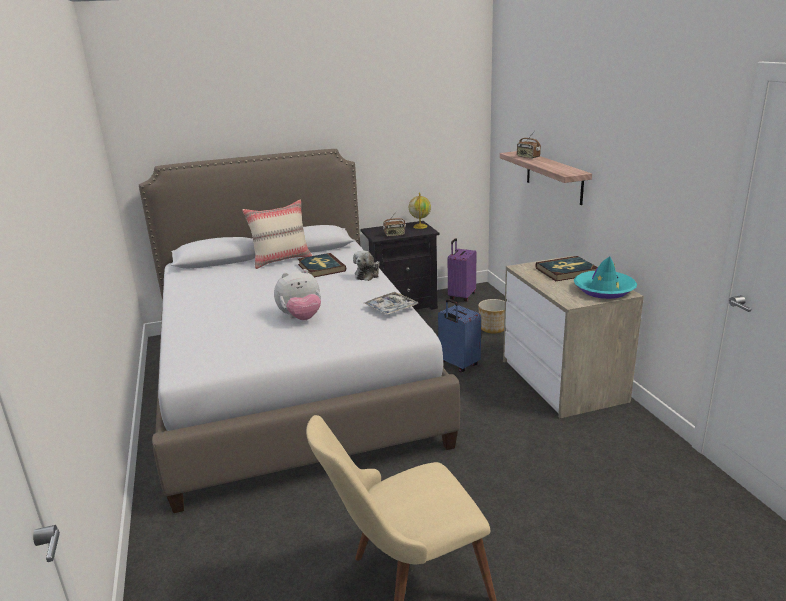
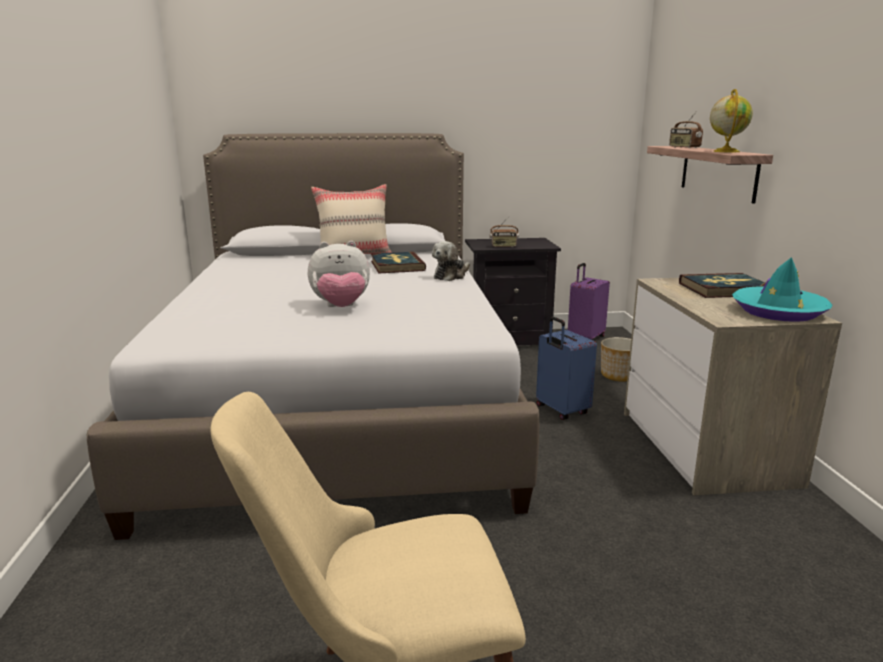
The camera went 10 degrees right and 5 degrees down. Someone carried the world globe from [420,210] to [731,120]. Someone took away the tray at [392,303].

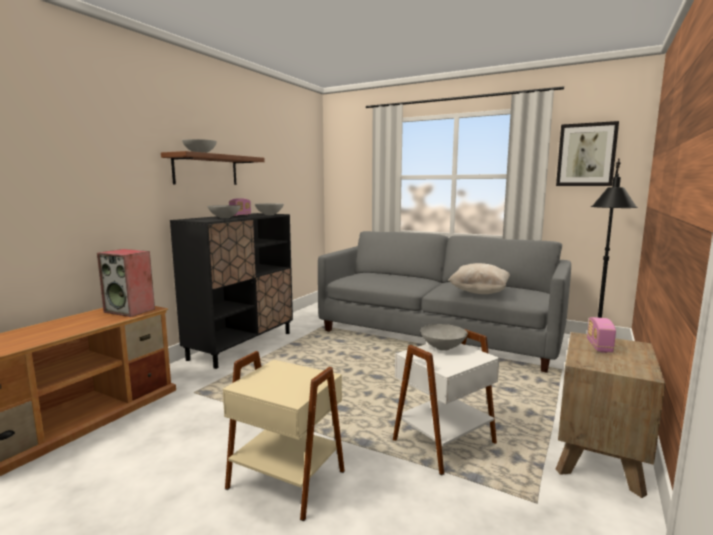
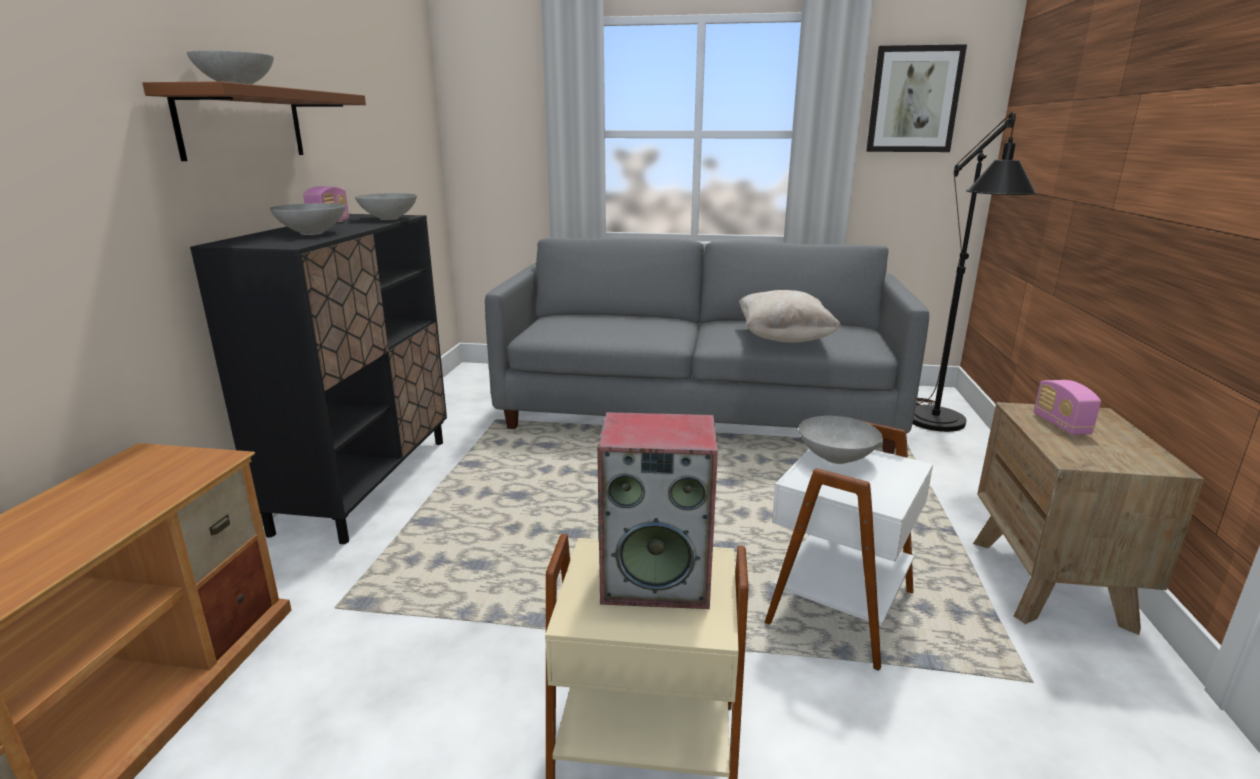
The camera went 20 degrees left and 10 degrees up. Someone carried the speaker from [126,283] to [657,510].

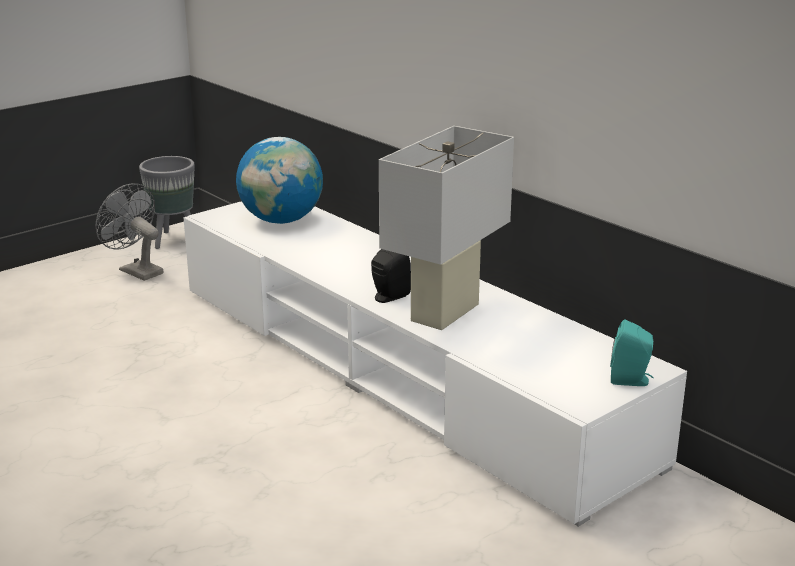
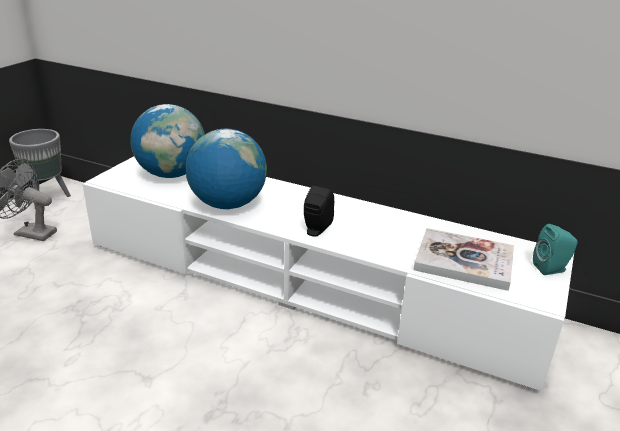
The camera went 25 degrees left and 5 degrees up. Someone put down the world globe at [226,169]. Someone put down the volume at [464,259]. Someone took away the lamp for a table/white-coloured at [446,228].

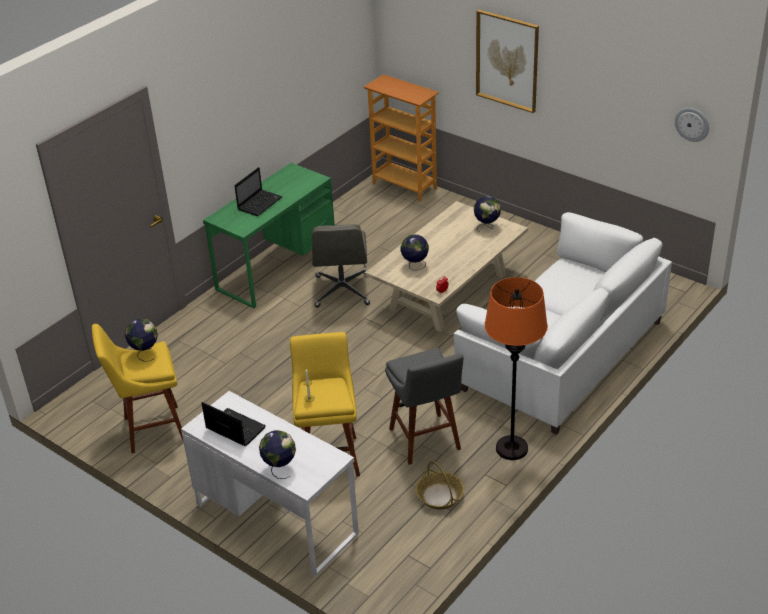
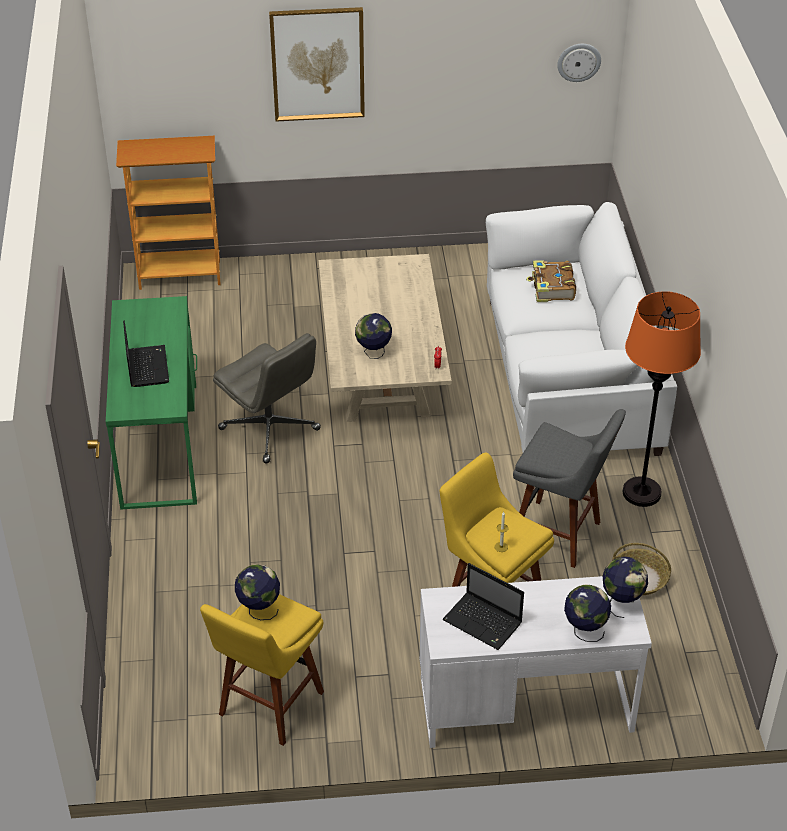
The camera went 45 degrees left and 5 degrees up. Someone rotated the notebook computer at [233,424] by 135 degrees counterclockwise. Someone put down the volume at [551,281]. Someone carried the world globe from [487,214] to [625,587].

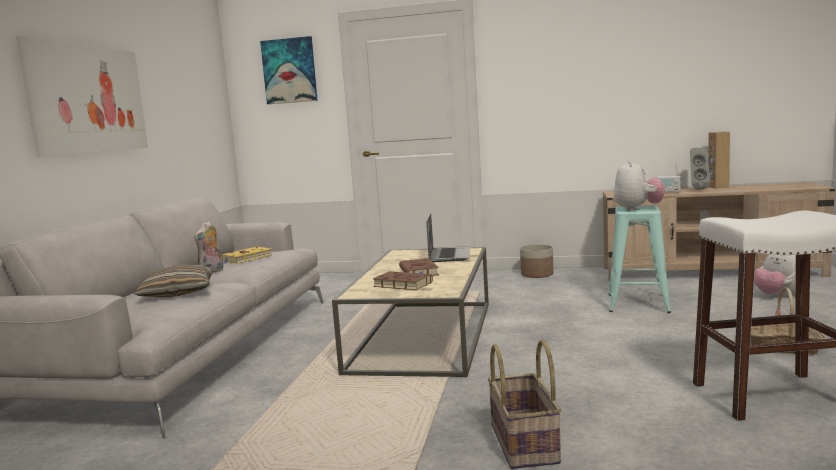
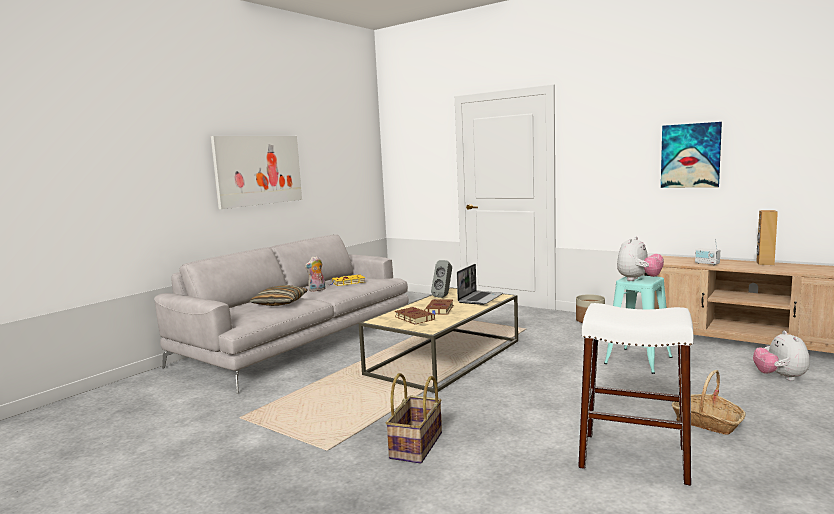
The camera went 25 degrees right and 0 degrees up. Someone carried the speaker/gray from [700,169] to [441,279]. Someone carried the wall art from [289,70] to [691,155].

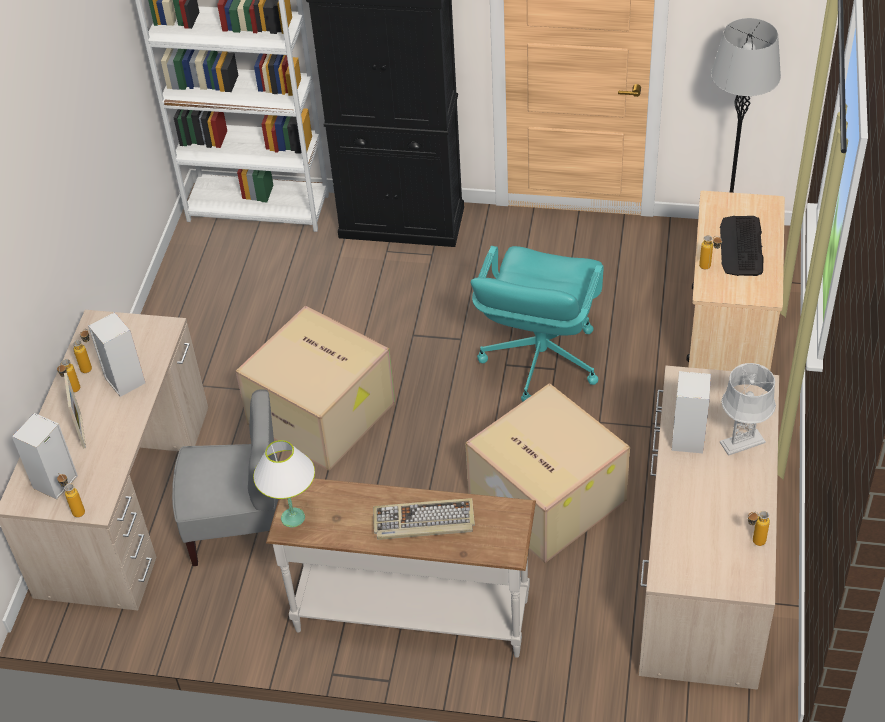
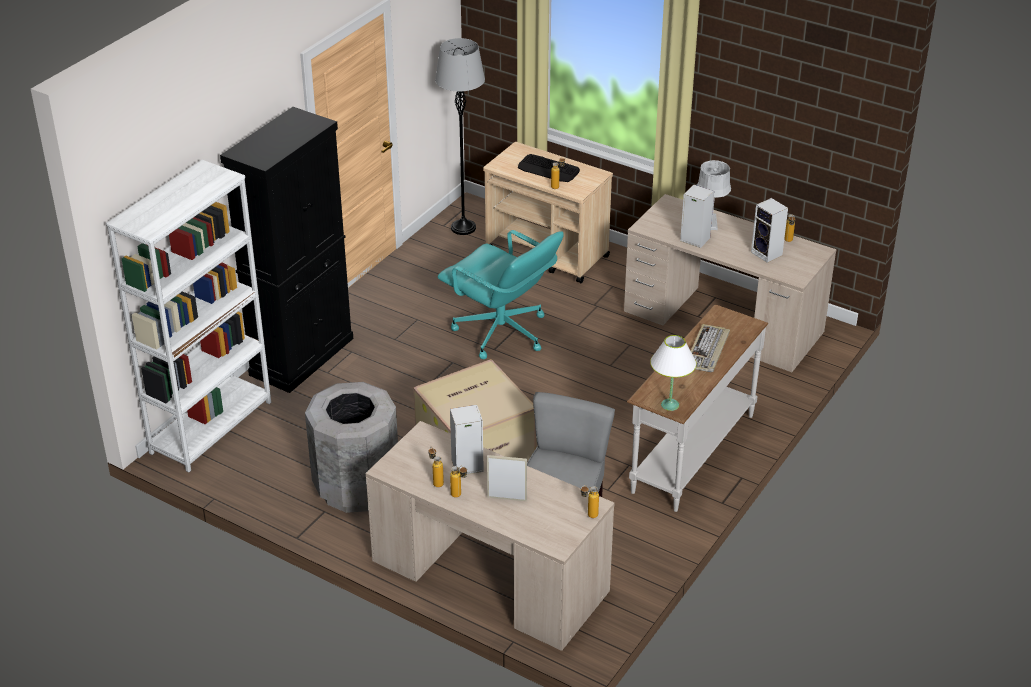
The camera went 70 degrees left and 10 degrees down. Someone put down the rubbish bin/gray at [351,447]. Someone carried the speaker from [45,456] to [769,230]. Someone took away the cardboard box at [547,473].

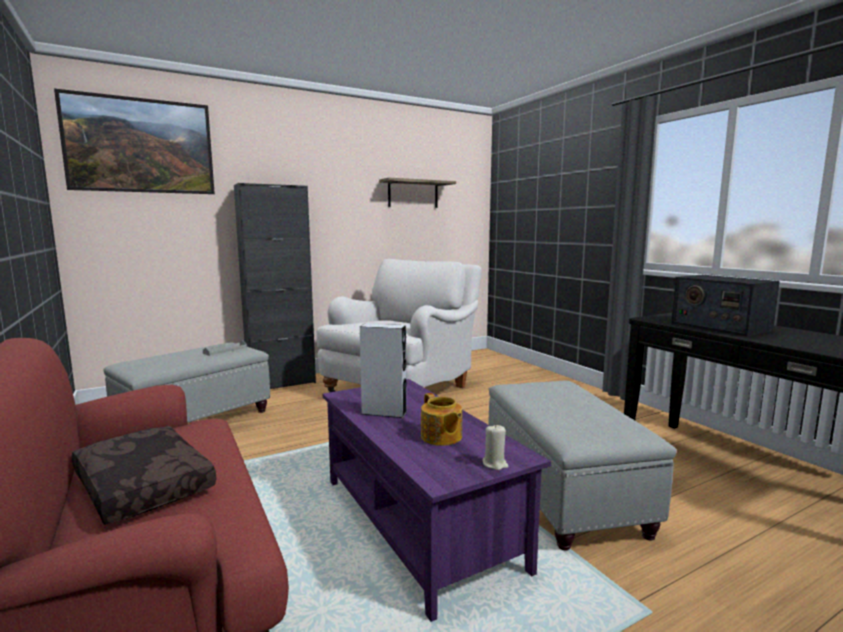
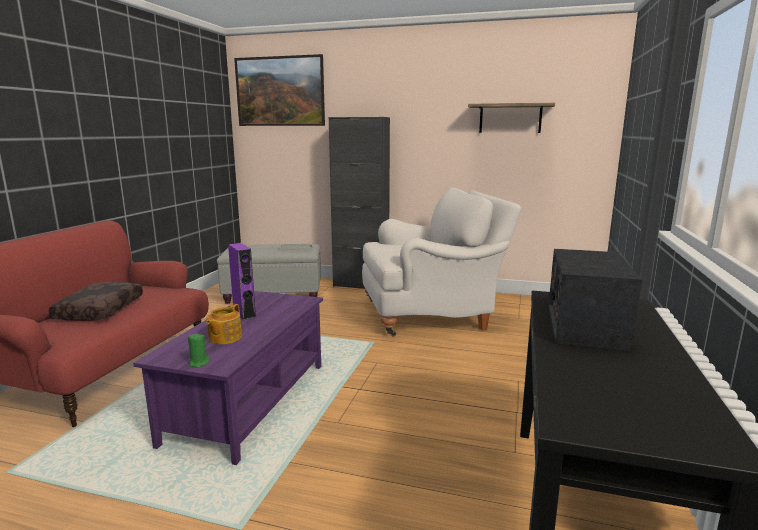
The camera went 45 degrees right and 5 degrees up. Someone repainted the wax light/beige at [496,447], which became the wax light/greenish at [199,351]. Someone repainted the speaker/gray at [383,370], which became the speaker/purple at [242,281]. Someone took away the footrest/gray at [582,466].

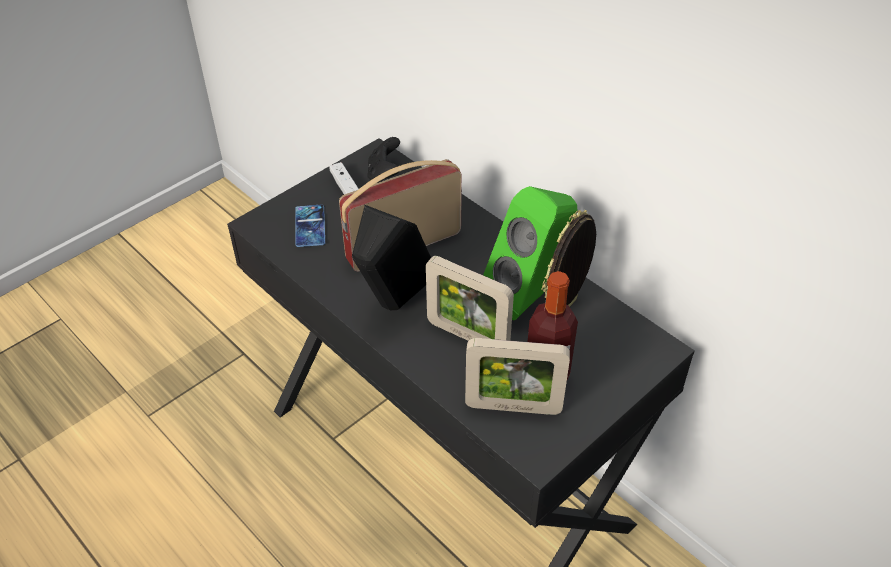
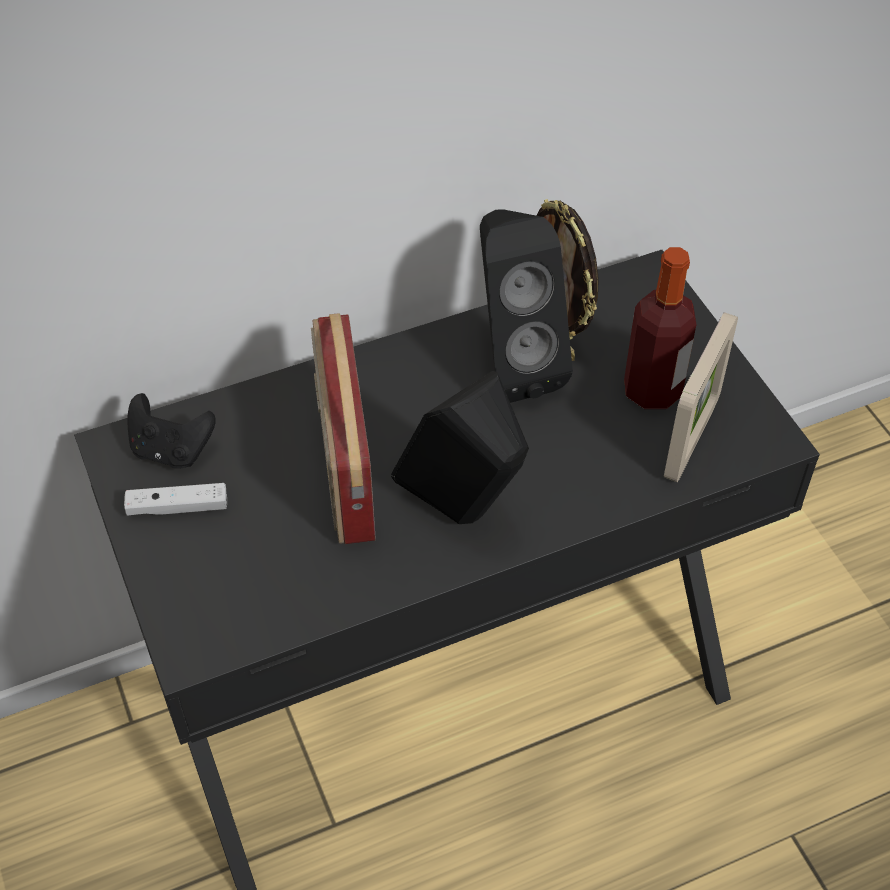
The camera went 70 degrees left and 5 degrees up. Someone repainted the speaker/greenish at [530,253], which became the speaker/black at [526,306]. Someone took away the phone at [310,225]. Someone took away the photo frame at [470,298].

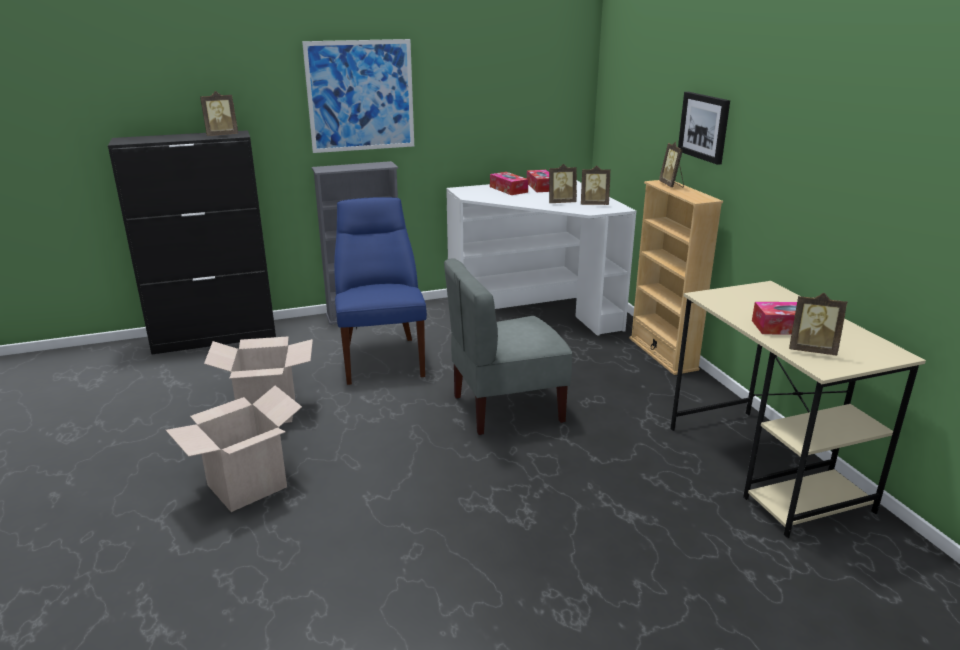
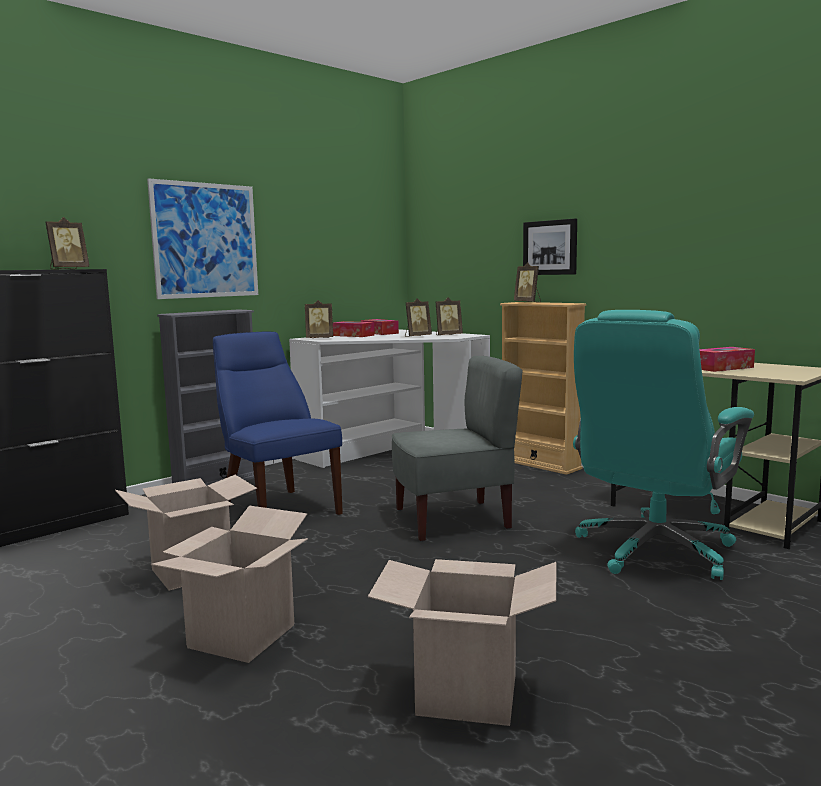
The camera went 25 degrees left and 15 degrees down. Someone carried the photo frame from [818,324] to [319,319]. Someone put down the cardboard box at [462,642]. Someone rotated the upright chair/gray at [508,346] by 150 degrees counterclockwise. Someone put down the desk chair/turquoise-coloured at [663,445].

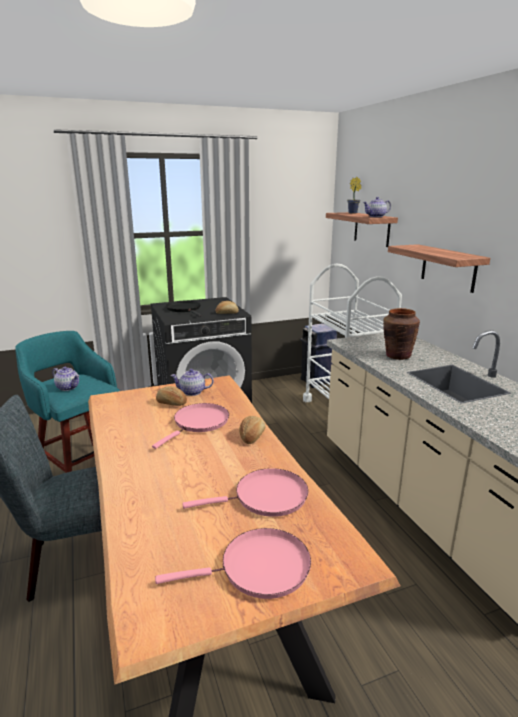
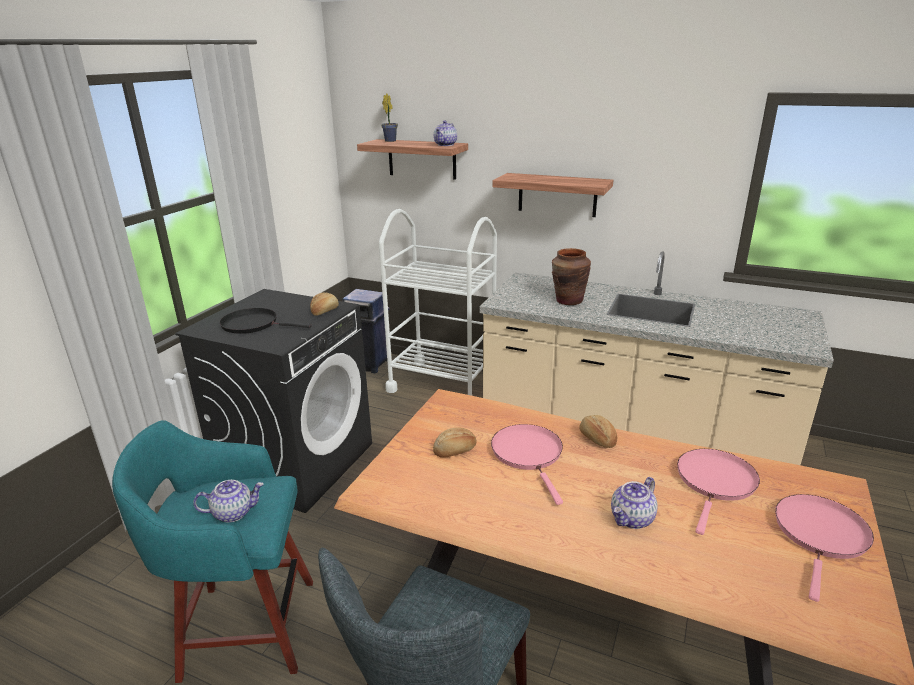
The camera went 45 degrees left and 5 degrees up. Someone carried the teapot from [191,382] to [634,503].

